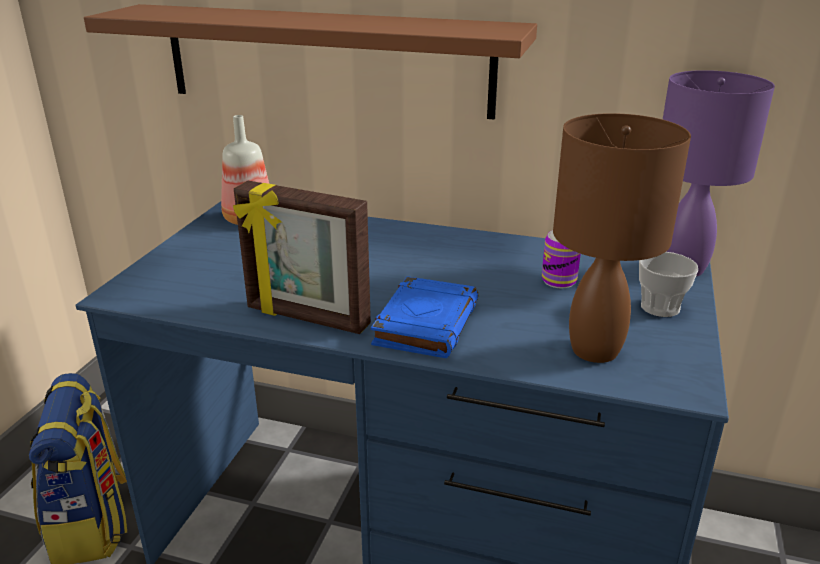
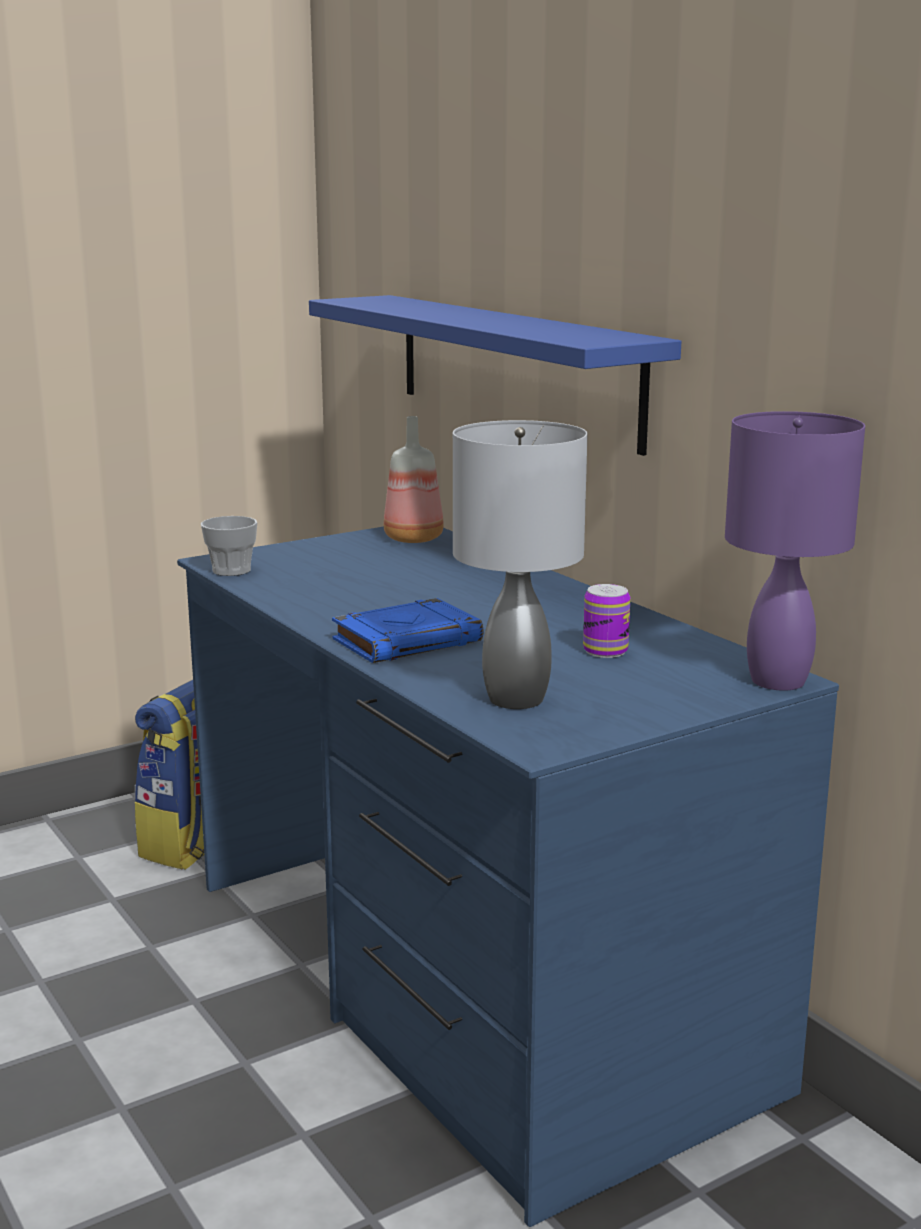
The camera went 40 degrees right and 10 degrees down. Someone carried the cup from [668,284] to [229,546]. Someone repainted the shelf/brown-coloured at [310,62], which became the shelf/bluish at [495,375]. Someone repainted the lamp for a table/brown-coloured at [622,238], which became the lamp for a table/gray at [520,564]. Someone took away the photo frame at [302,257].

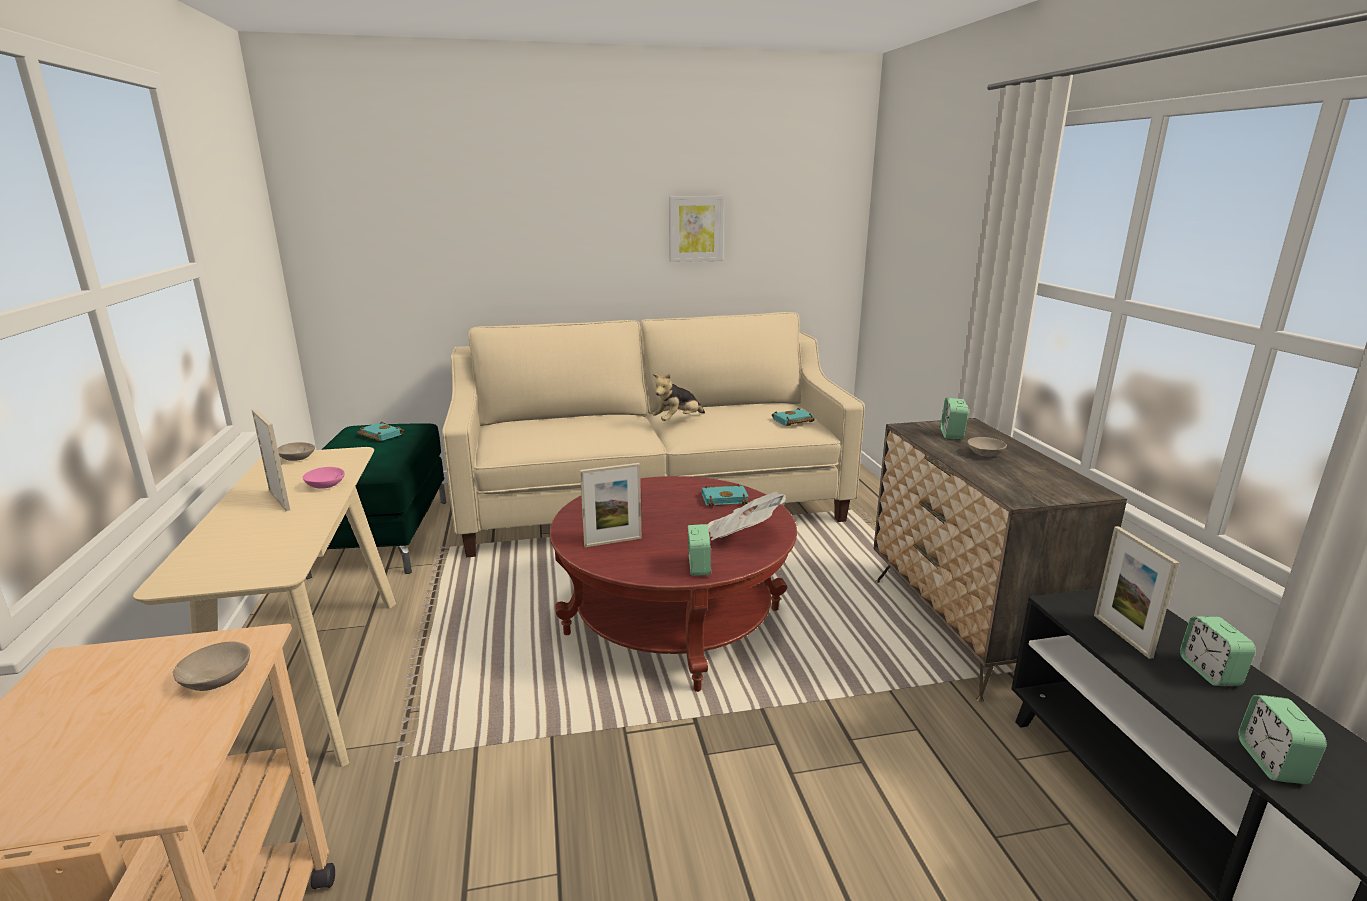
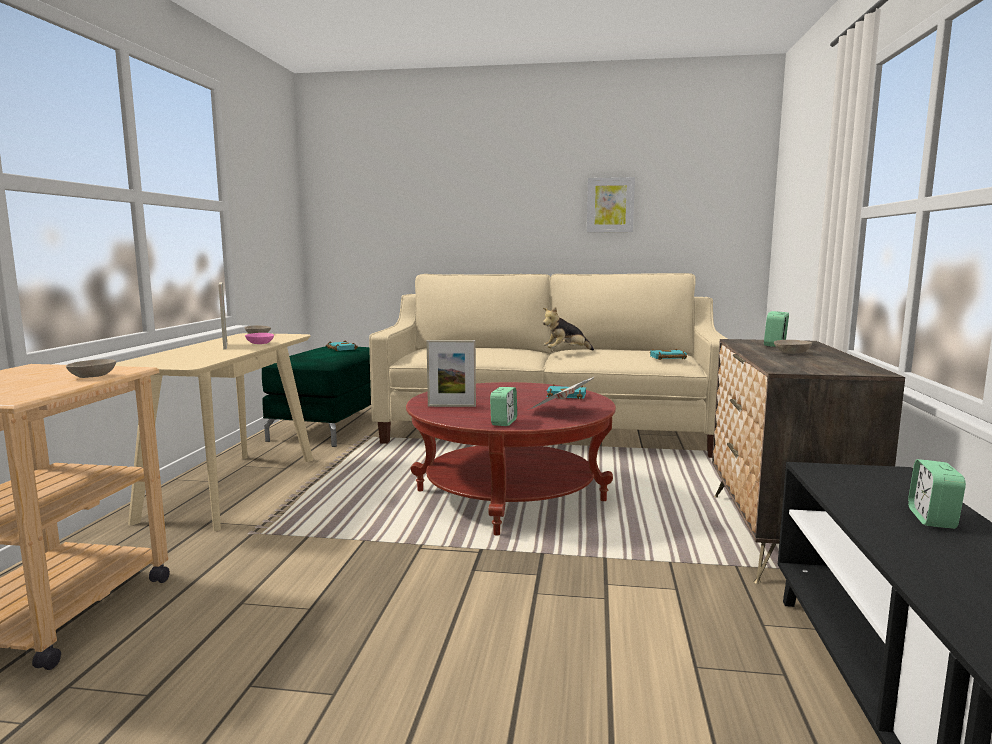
The camera went 20 degrees right and 10 degrees down. Someone took away the photo frame at [1136,592]. Someone took away the alarm clock at [1282,739].

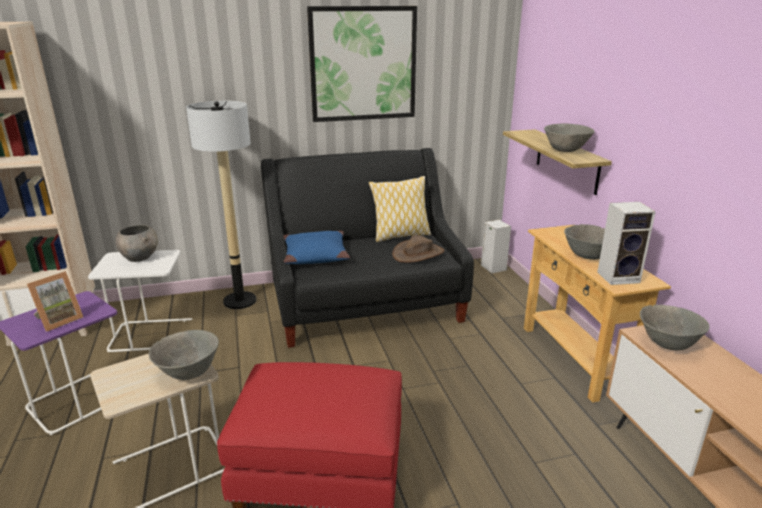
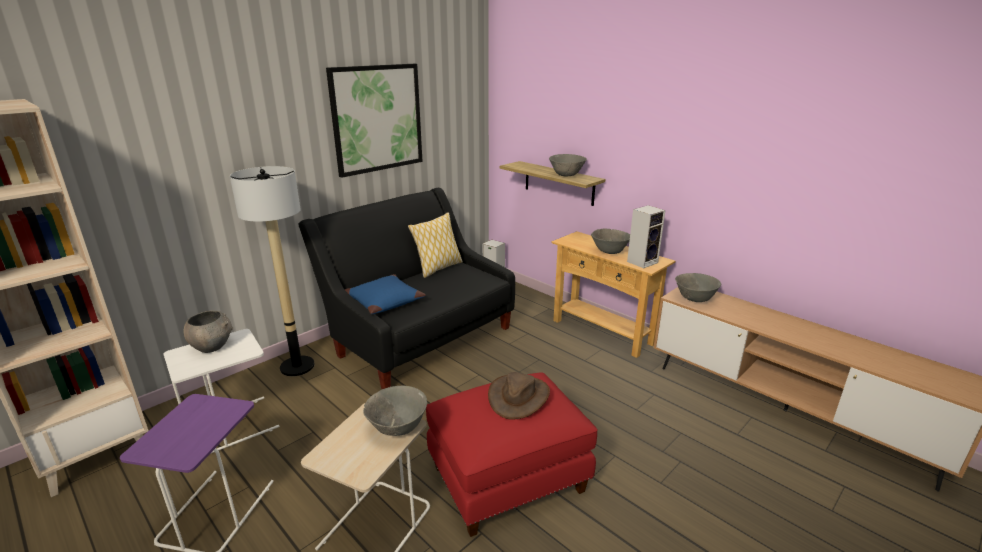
The camera went 30 degrees left and 0 degrees up. Someone carried the wearable hat/brown-coloured from [418,249] to [519,396]. Someone took away the photo frame at [55,301].

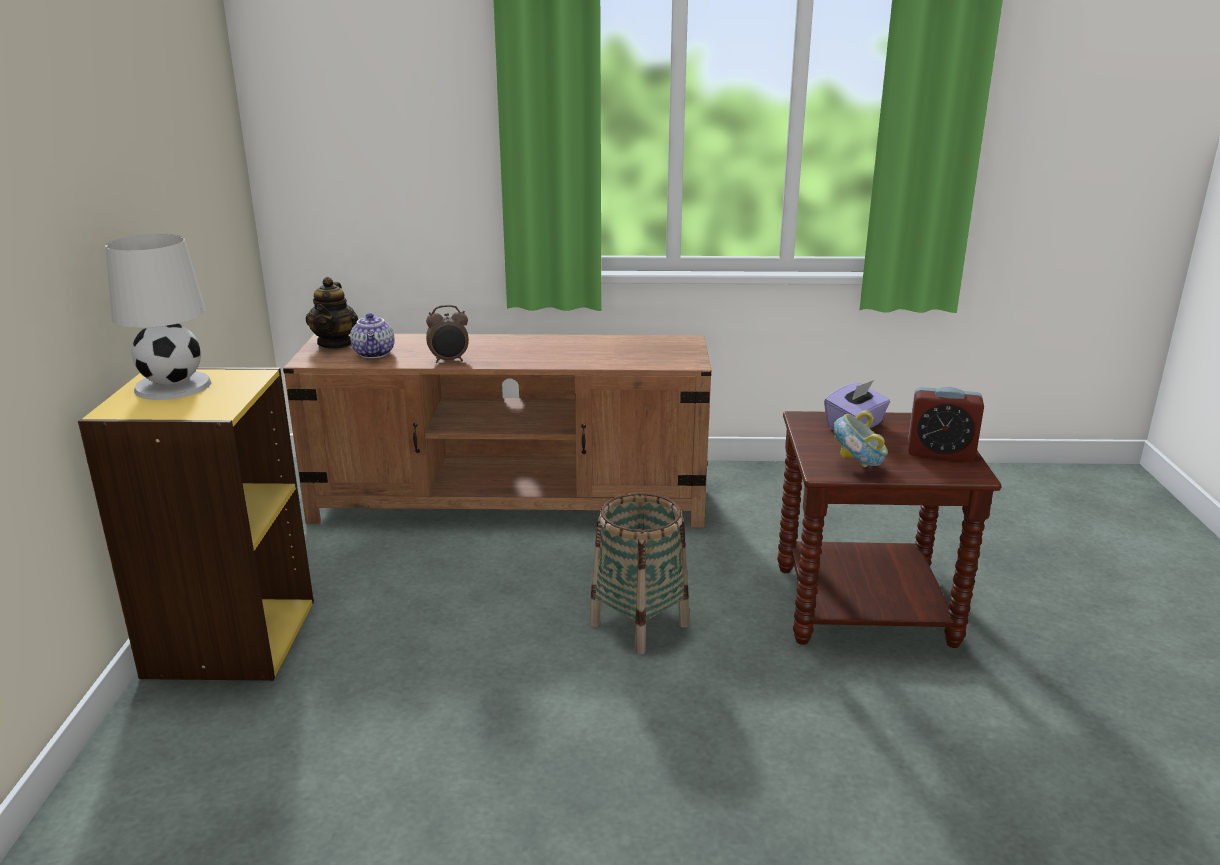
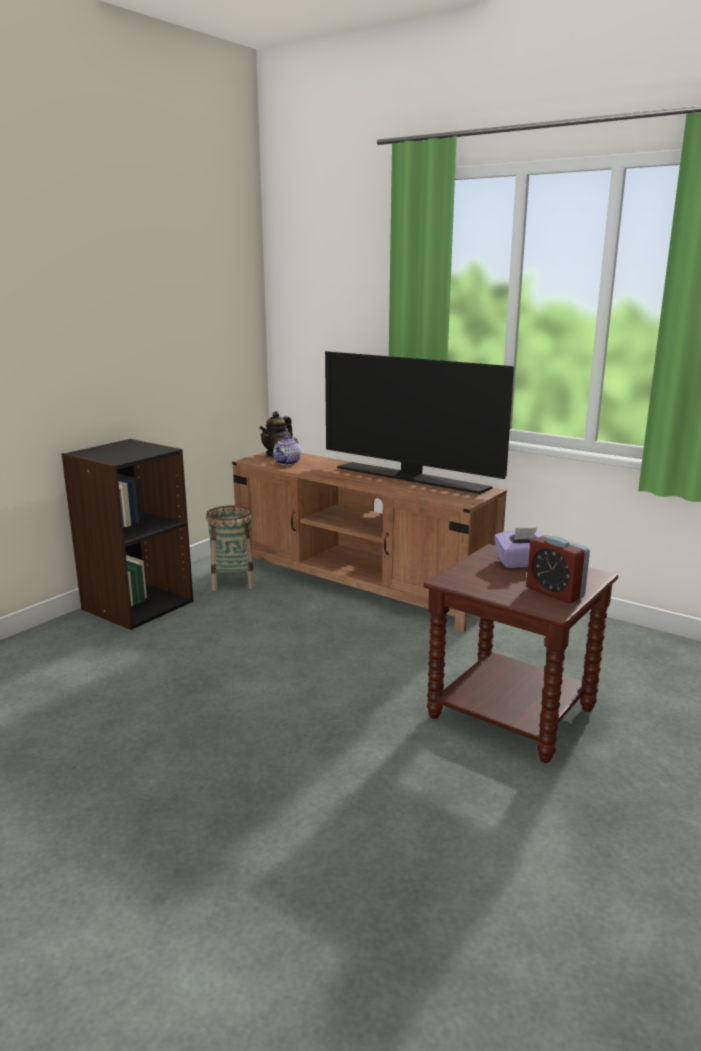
The camera went 35 degrees right and 5 degrees down. Someone repainted the bookshelf/yellow-coloured at [196,524], which became the bookshelf/black at [128,534]. Someone carried the basket from [639,573] to [230,548]. Someone put down the television at [419,422]. Someone took away the lamp for a table/white-coloured at [158,317]. Someone took away the alarm clock at [447,334]. Someone took away the serving bowl at [860,438].

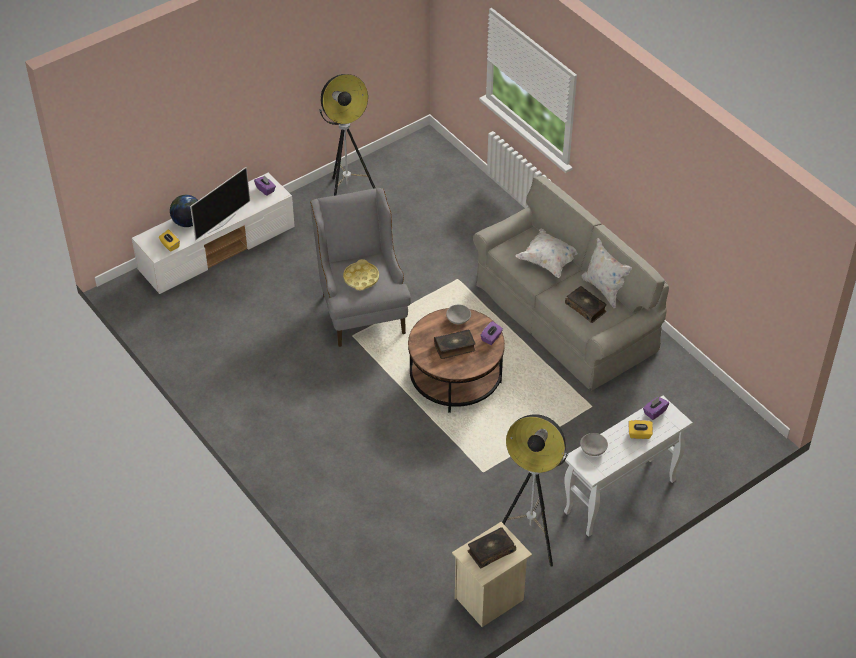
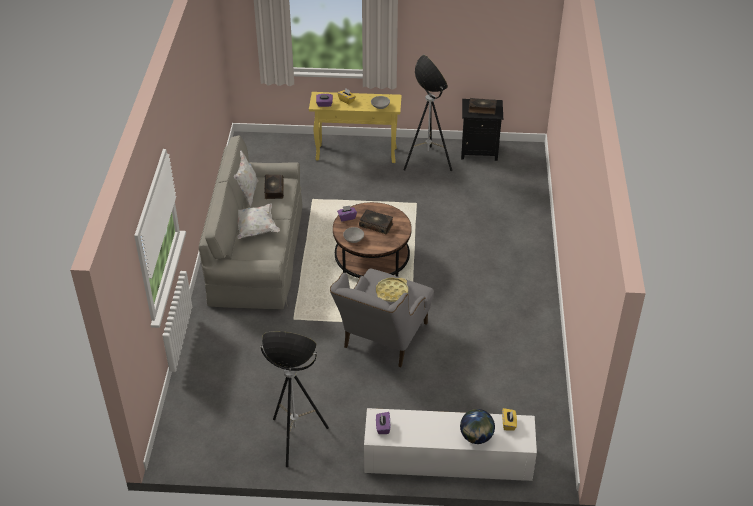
The camera went 140 degrees left and 5 degrees down. Someone repainted the hall table/white-coloured at [628,466], which became the hall table/yellow-coloured at [355,127]. Someone repainted the nightstand/beige at [492,574], which became the nightstand/black at [482,130]. Someone took away the television at [220,203].

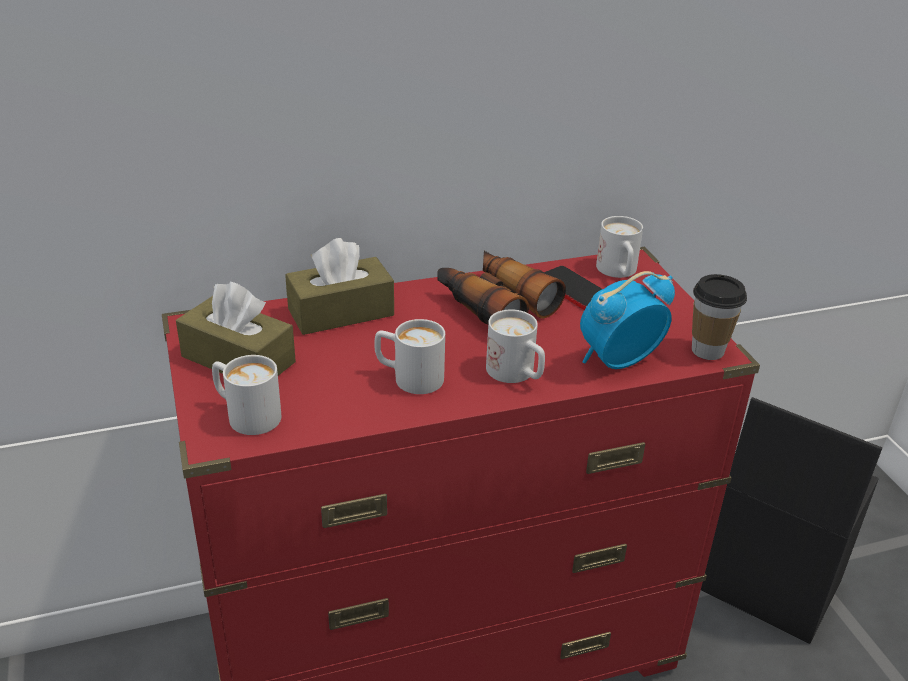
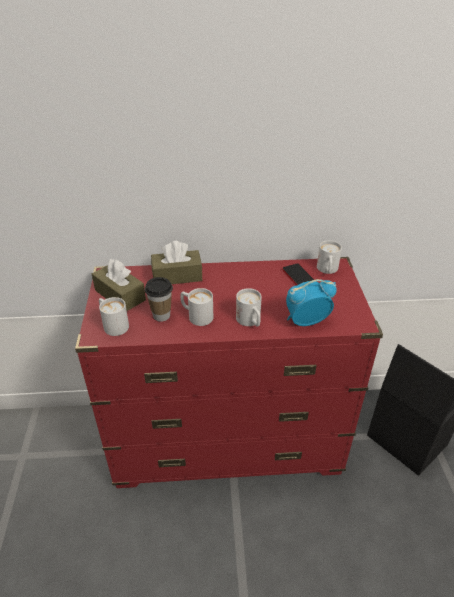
The camera went 15 degrees right and 5 degrees up. Someone carried the cup from [719,317] to [159,299]. Someone took away the field glasses at [501,287].

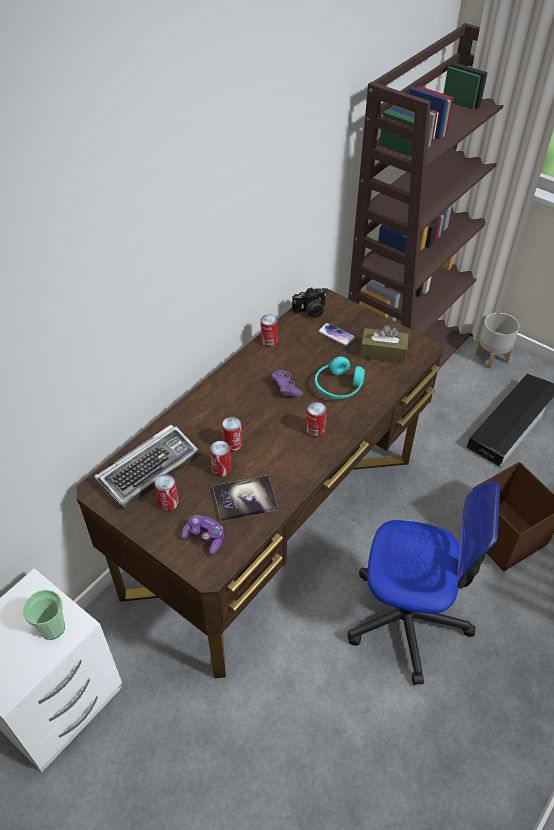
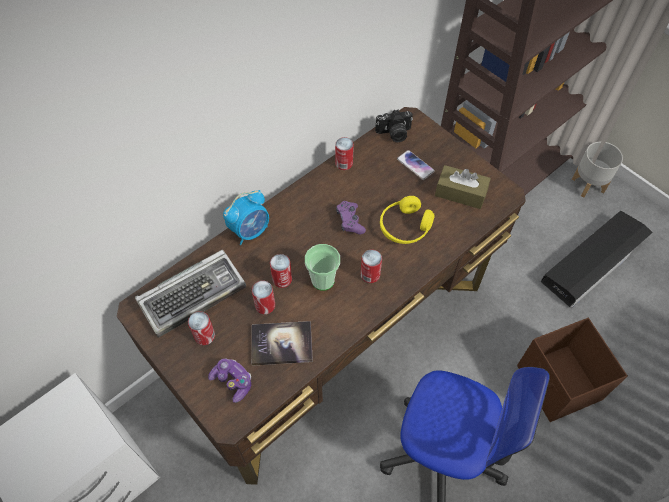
The camera went 10 degrees right and 10 degrees up. Someone put down the alarm clock at [246,217]. Someone carried the cup from [44,615] to [322,267]. Someone repainted the headset/turquoise-coloured at [340,378], which became the headset/yellow-coloured at [407,220].

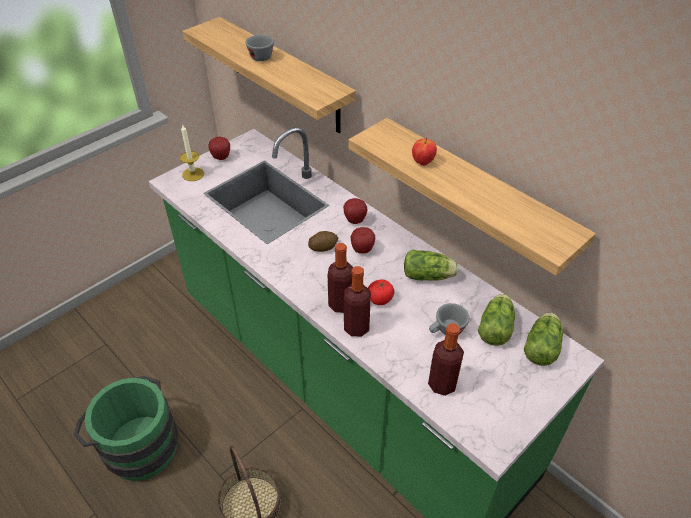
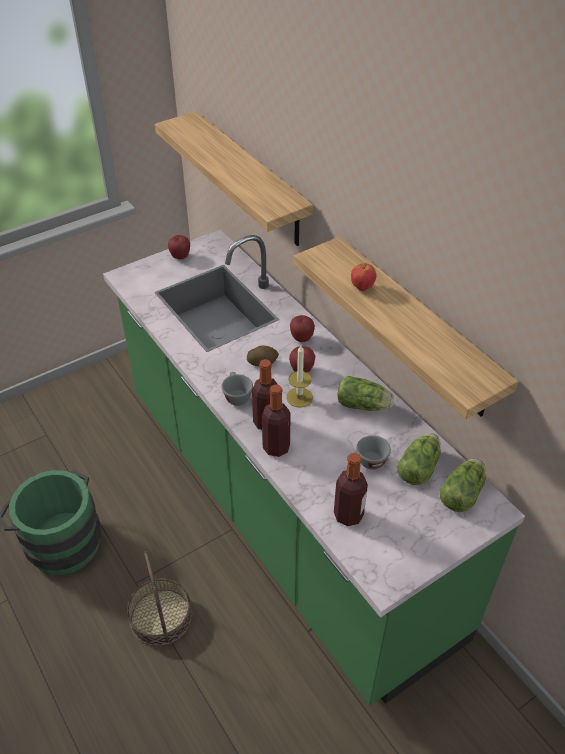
The camera went 10 degrees right and 0 degrees up. Someone carried the cup/gray from [260,48] to [237,389]. Someone carried the wax light from [192,152] to [299,376]. Someone took away the tomato at [381,292].

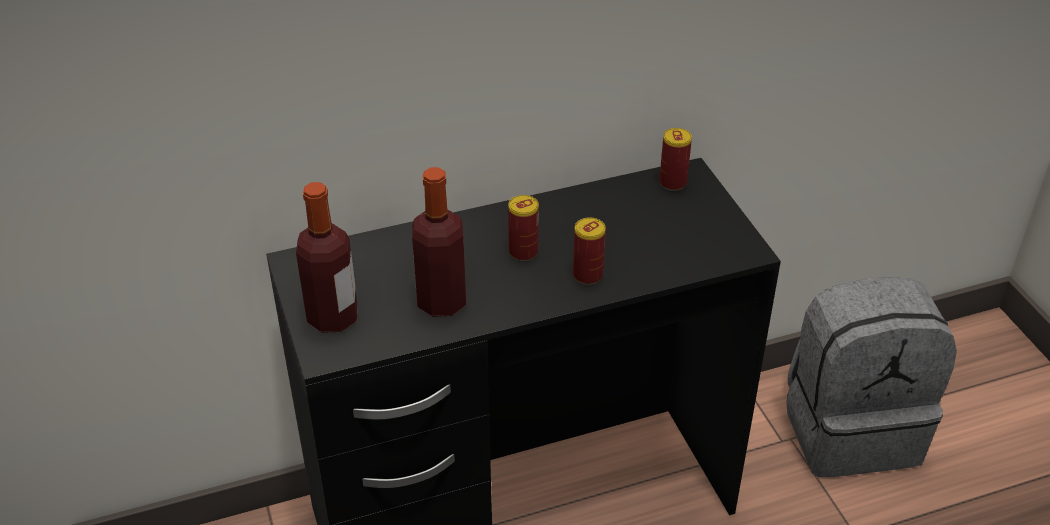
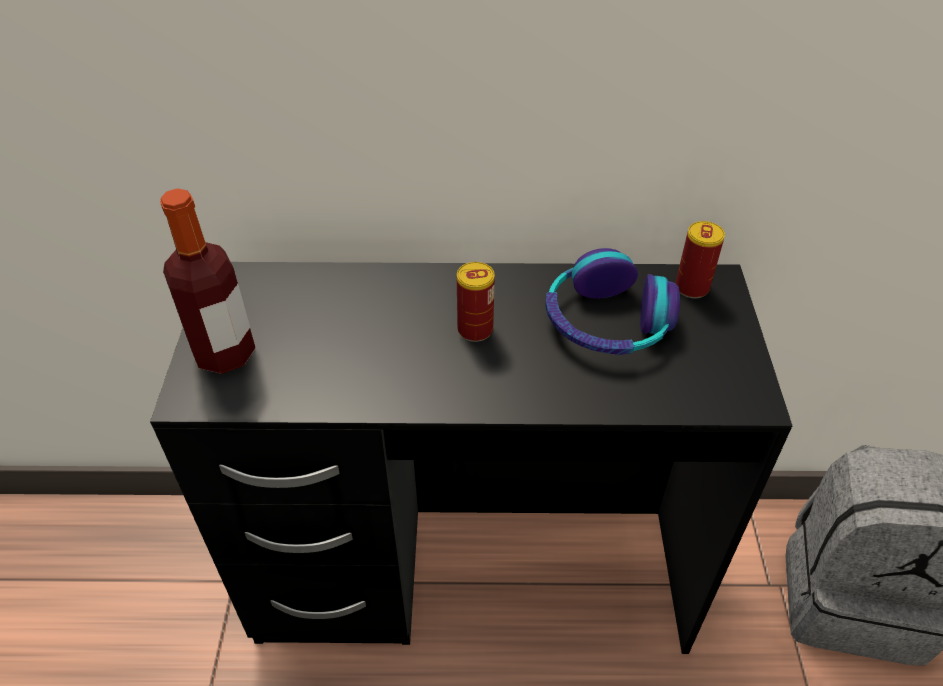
The camera went 20 degrees right and 5 degrees up. Someone put down the headset at [612,301]. Someone took away the bottle at [439,242]. Someone took away the metal can at [589,251].

